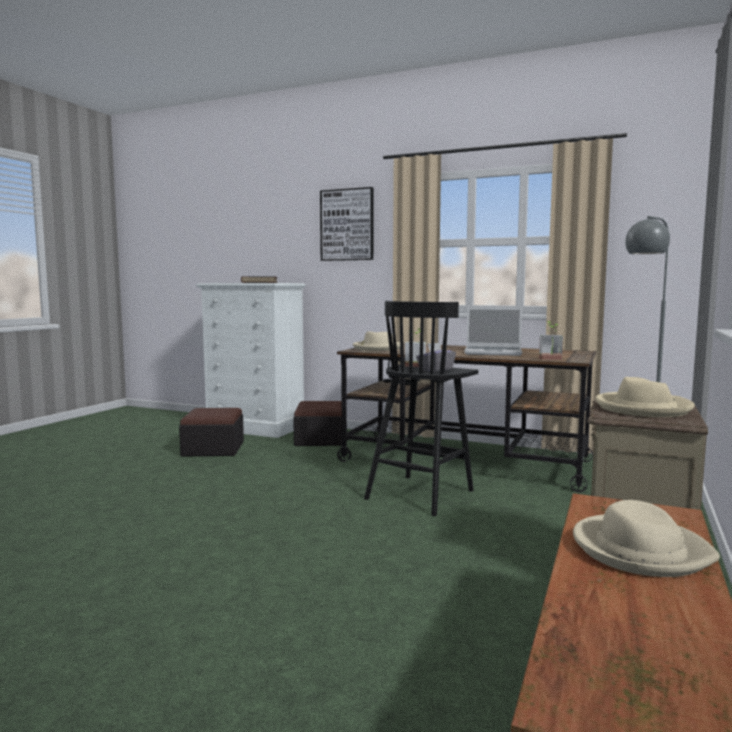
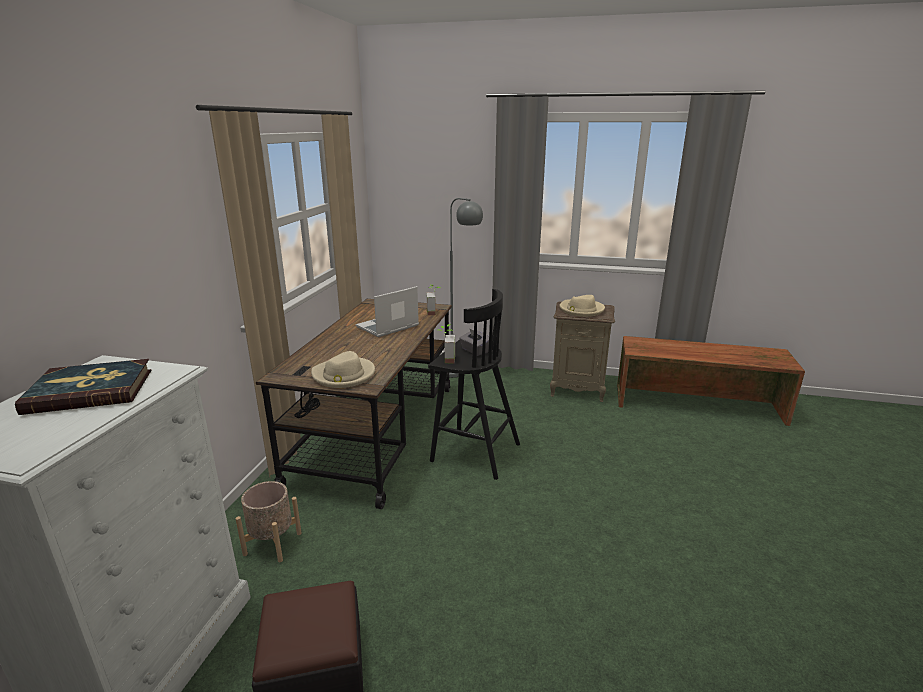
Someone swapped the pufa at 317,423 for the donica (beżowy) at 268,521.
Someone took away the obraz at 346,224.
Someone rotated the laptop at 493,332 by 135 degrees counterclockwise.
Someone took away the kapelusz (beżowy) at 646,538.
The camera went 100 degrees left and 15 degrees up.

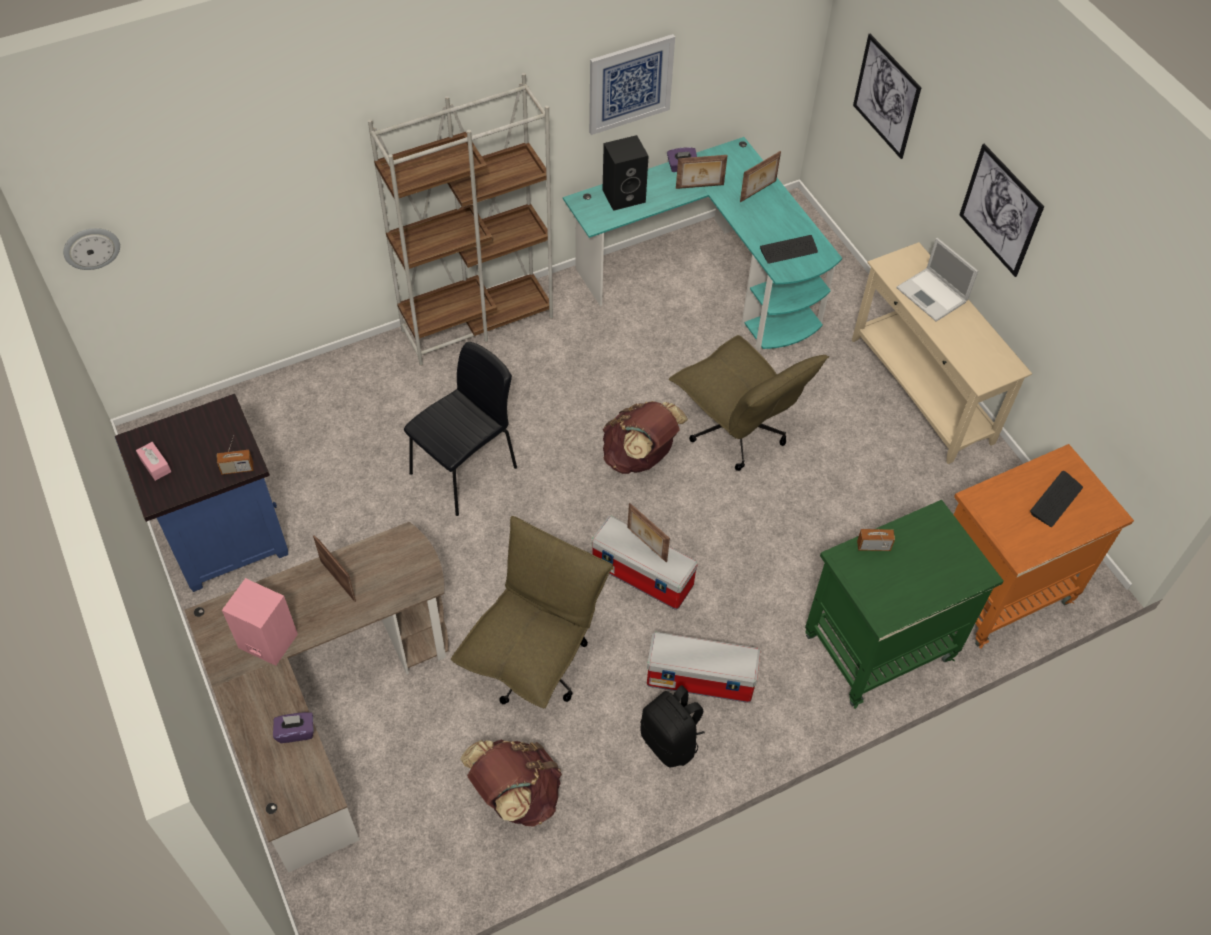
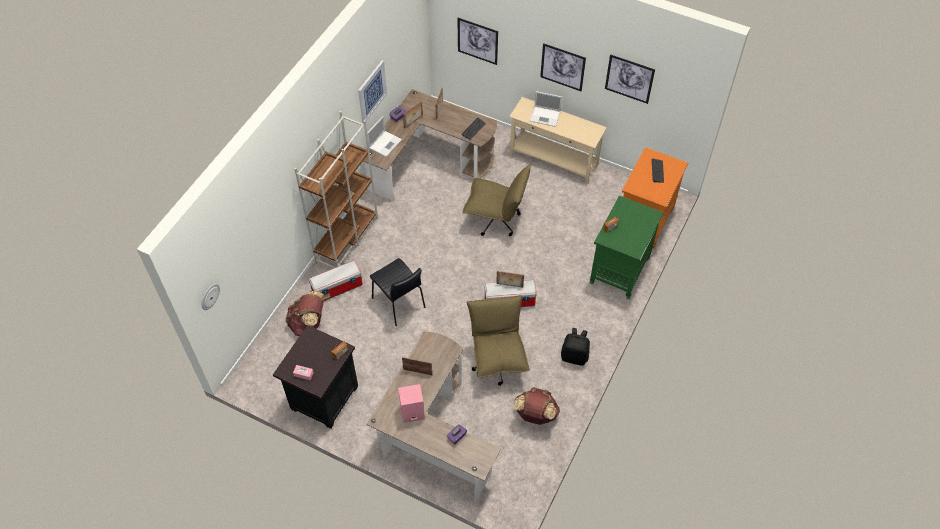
Someone repainted the szafka (niebieski) at 201,493, which became the szafka (czarny) at 315,377.
Someone rotated the krzesło (czarny) at 460,429 by 135 degrees clockwise.
Someone repainted the biurko (turkusowy) at 702,244, which became the biurko (brązowy) at 430,145.
Someone carried the plecak (brązowy) from 645,437 to 304,313.
Someone swapped the głośnik (czarny) at 626,173 for the laptop at 384,136.
Someone carried the pojemnik do przechowywania from 703,667 to 336,280.
Someone put up the obraz at 630,79.
The camera went 35 degrees left and 0 degrees up.

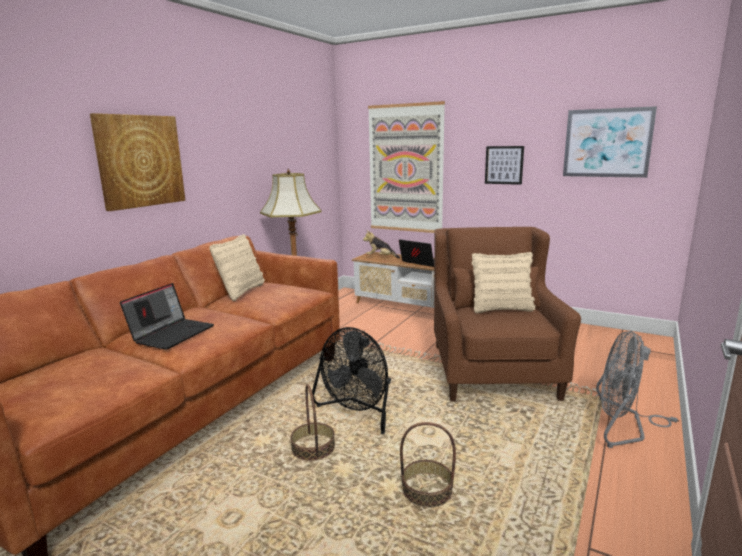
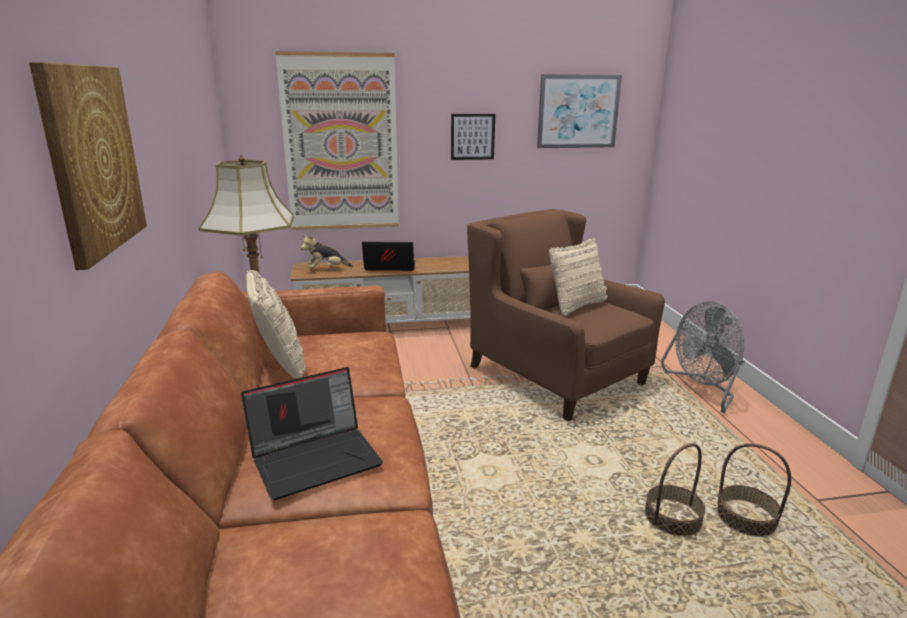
Someone rotated the laptop at 167,316 by 75 degrees clockwise.
Someone carried the koszyk from 312,422 to 754,490.
Someone took away the wentylator (czarny) at 351,380.
The camera went 40 degrees left and 5 degrees up.

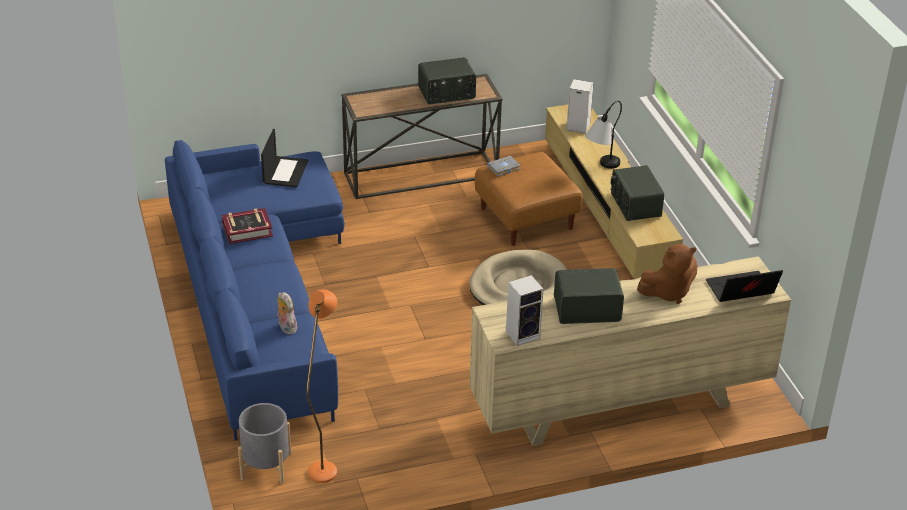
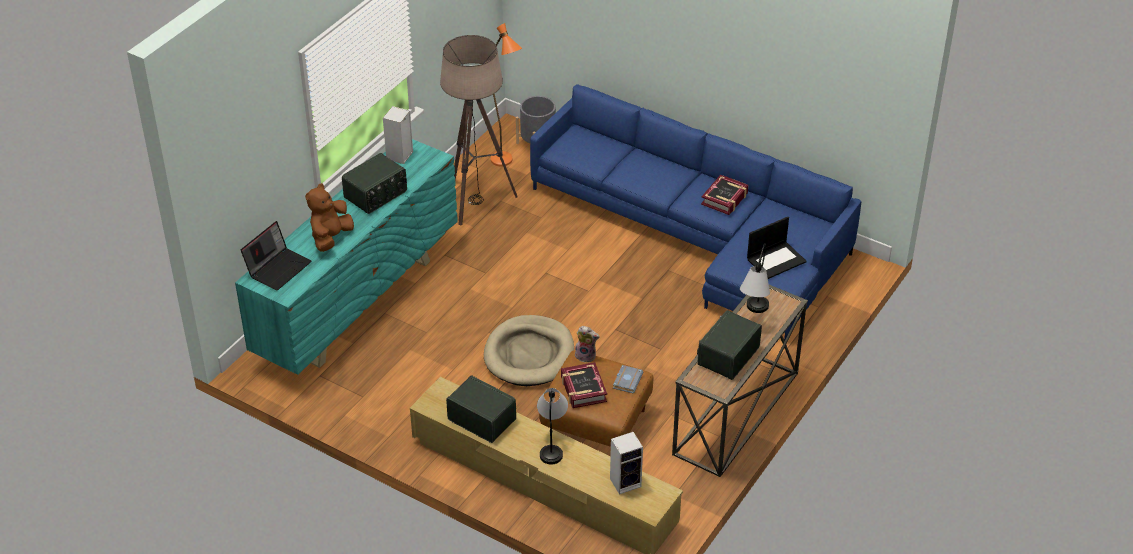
Someone rotated the laptop at 284,158 by 90 degrees counterclockwise.
Someone carried the pluszak from 286,313 to 587,344.
Someone repainted the szafka (beżowy) at 630,351, which became the szafka (turkusowy) at 346,257.
Someone put down the lampa stojąca at 479,130.
Someone put down the książka at 584,385.
Someone put down the lampa stołowa at 755,278.
The camera went 140 degrees right and 5 degrees up.

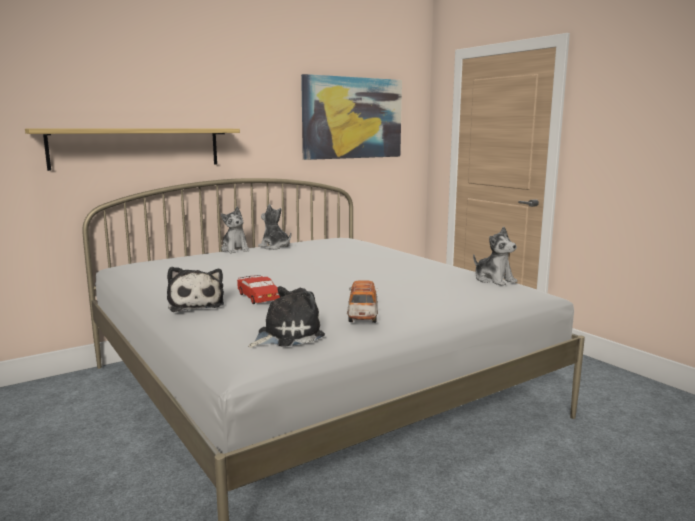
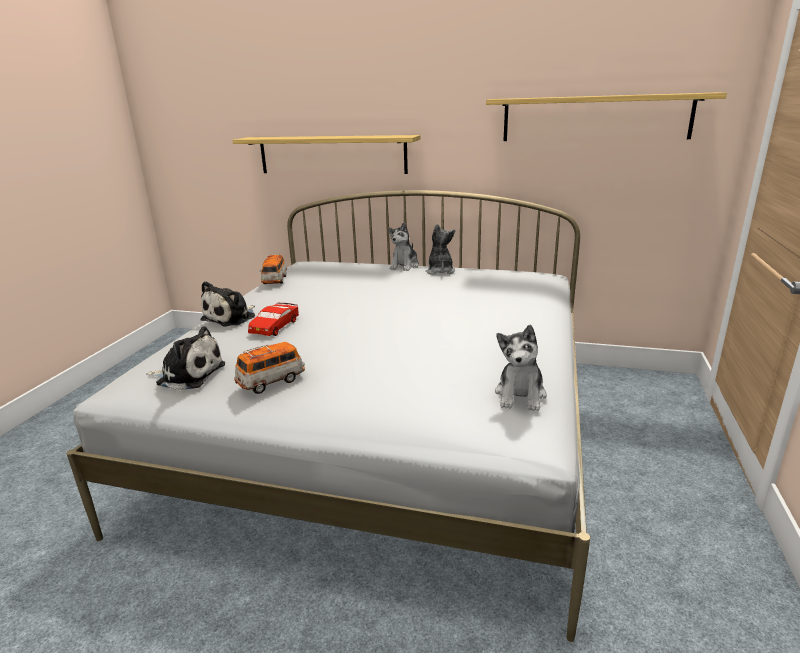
Someone swapped the obraz at 351,117 for the półka at 606,117.
Someone put down the samochodzik at 273,269.
The camera went 50 degrees right and 10 degrees up.

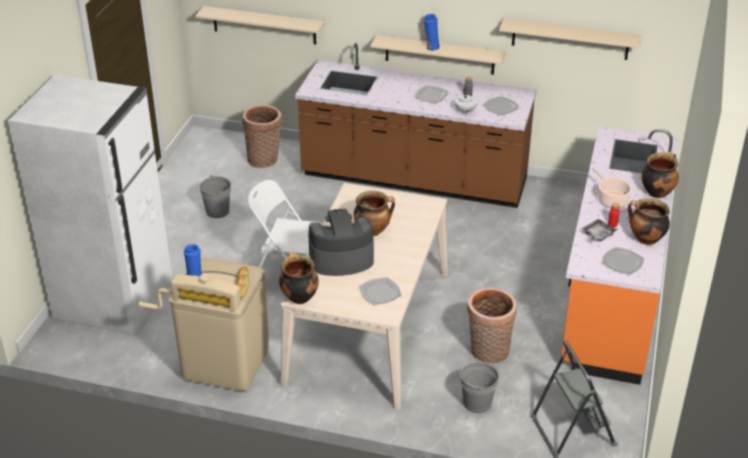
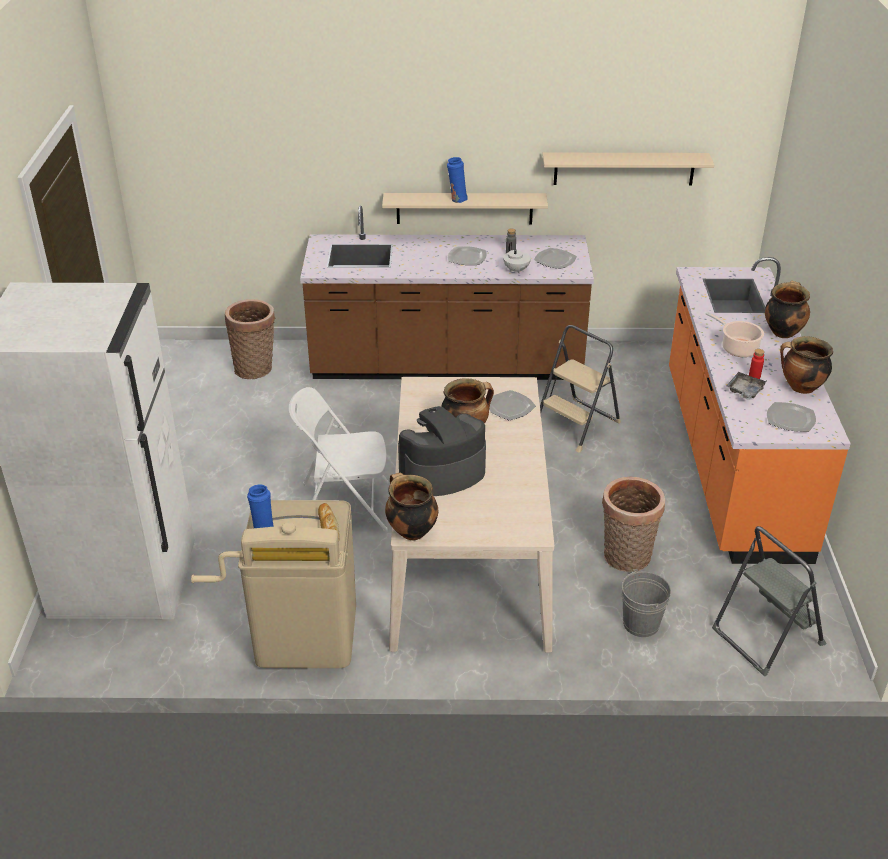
Someone took away the półka (beżowy) at 260,25.
Someone took away the wiadro (szary) at 215,196.
Someone carried the talerz from 380,290 to 512,405.
Someone put down the drabinka (beżowy) at 580,389.
The camera went 15 degrees left and 0 degrees up.

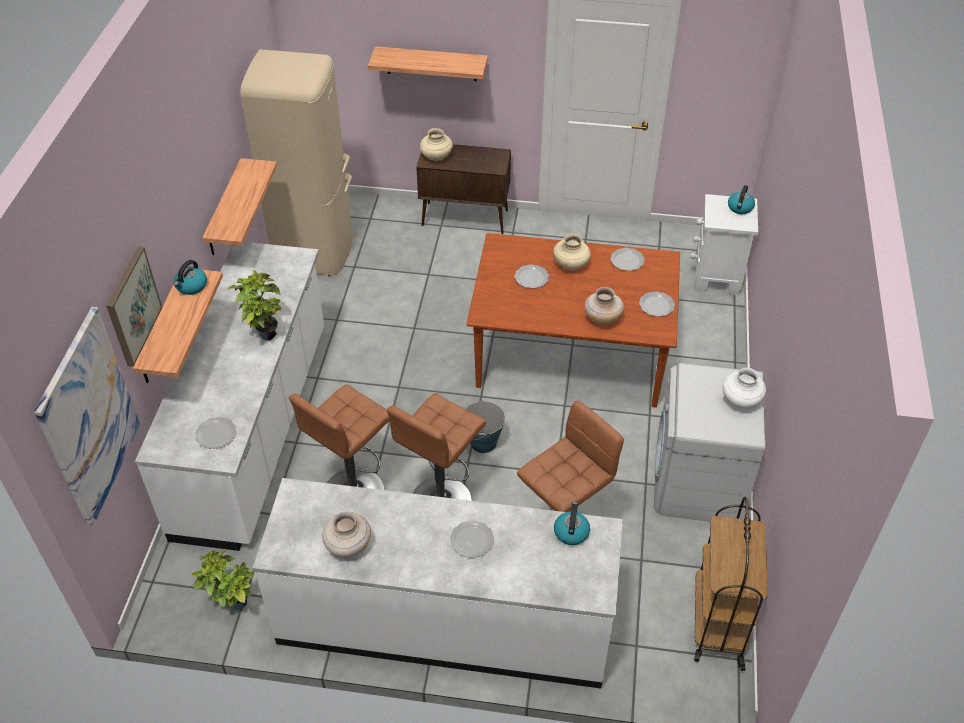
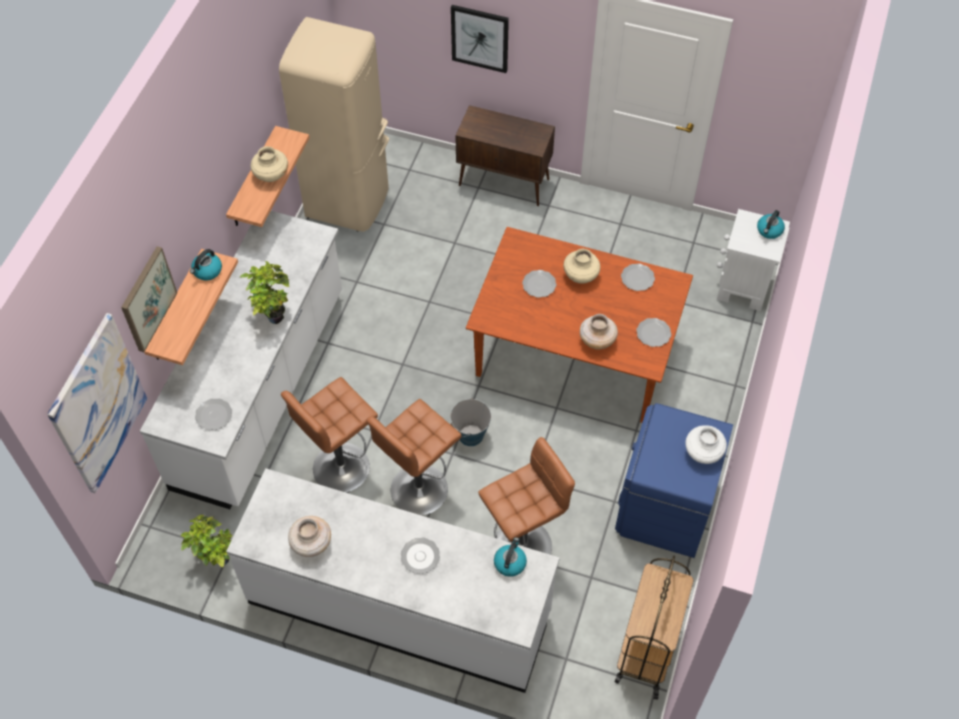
Someone swapped the półka at 428,63 for the obraz at 480,39.
Someone carried the wazon (beżowy) from 436,144 to 269,164.
Someone repainted the pralka (biały) at 709,442, which became the pralka (niebieski) at 674,480.
The camera went 10 degrees right and 10 degrees up.

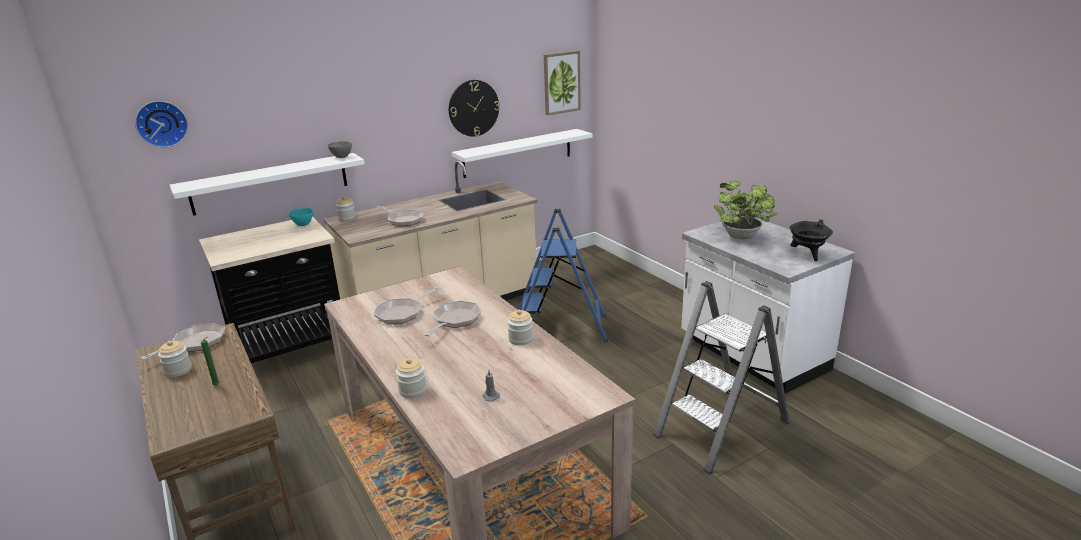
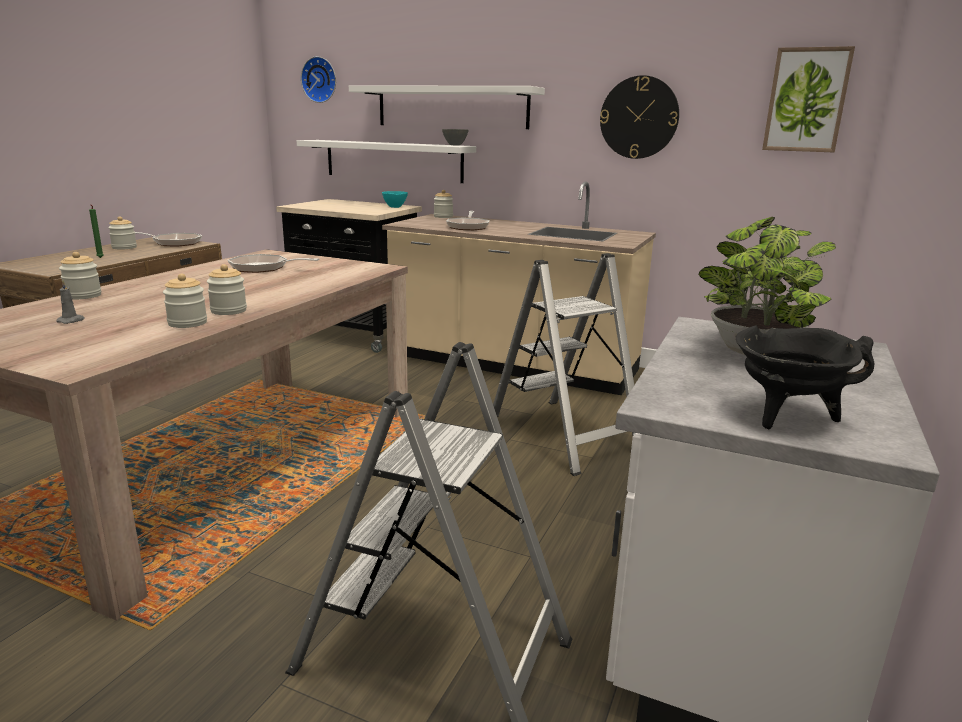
Someone took away the patelnia at 453,318.
Someone carried the półka (biały) from 521,153 to 447,107.
Someone repainted the drabinka (niebieski) at 563,275, which became the drabinka (szary) at 563,364.
Someone put down the słoik at 185,301.
The camera went 55 degrees right and 5 degrees down.

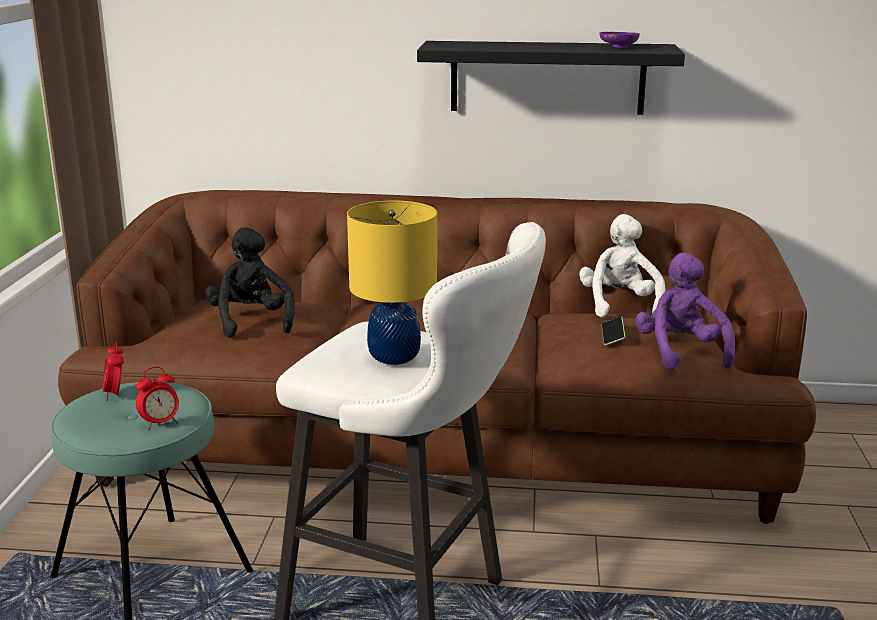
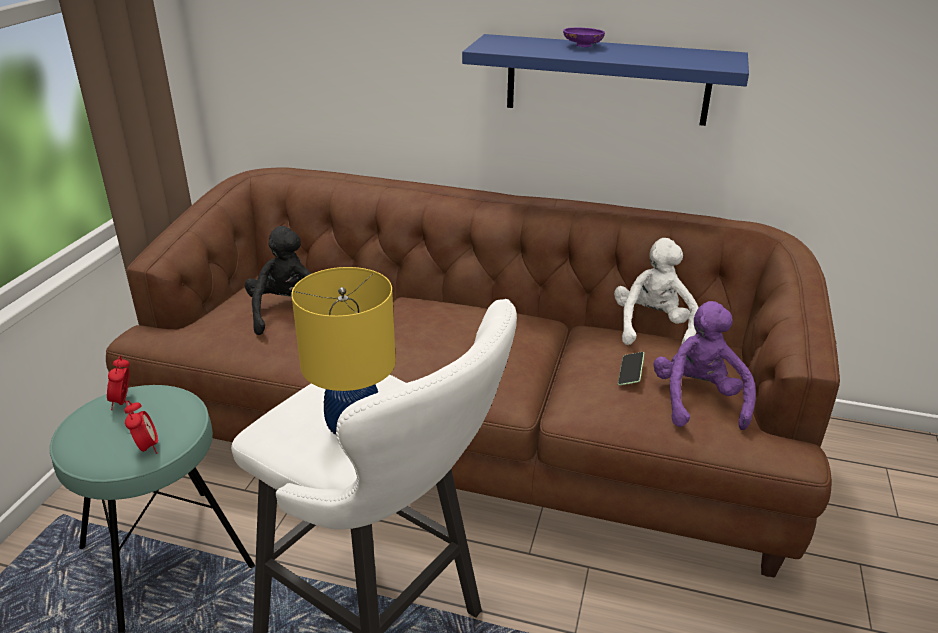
Someone rotated the budzik at 157,398 by 90 degrees counterclockwise.
Someone repainted the półka (czarny) at 551,78, which became the półka (niebieski) at 605,80.
Someone carried the miska (fioletowy) from 619,40 to 584,37.
The camera went 10 degrees right and 10 degrees up.

